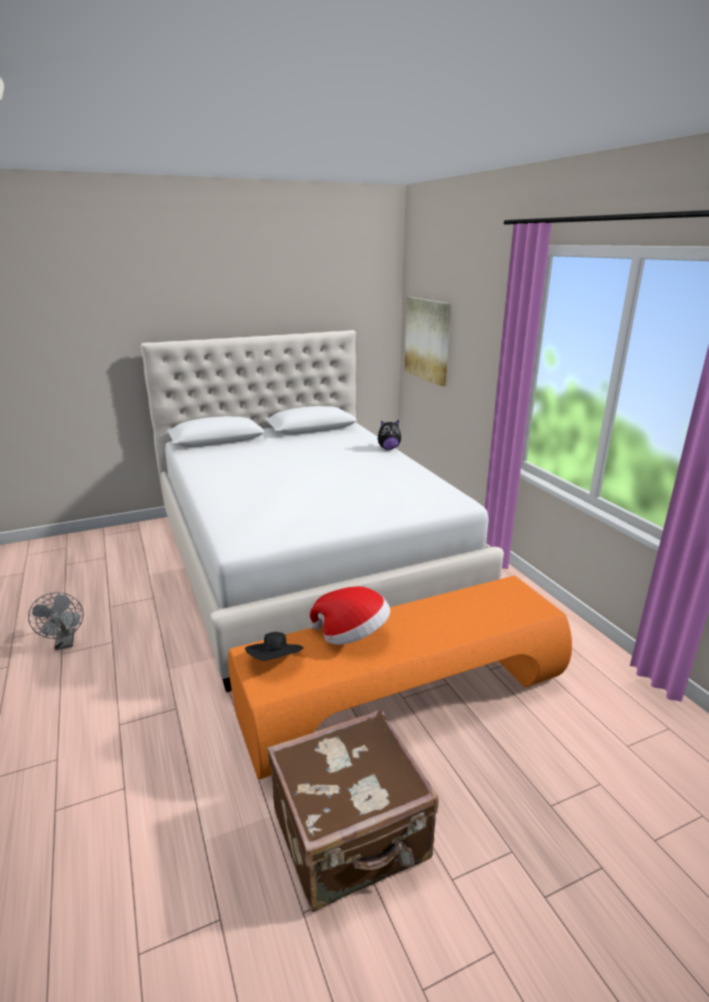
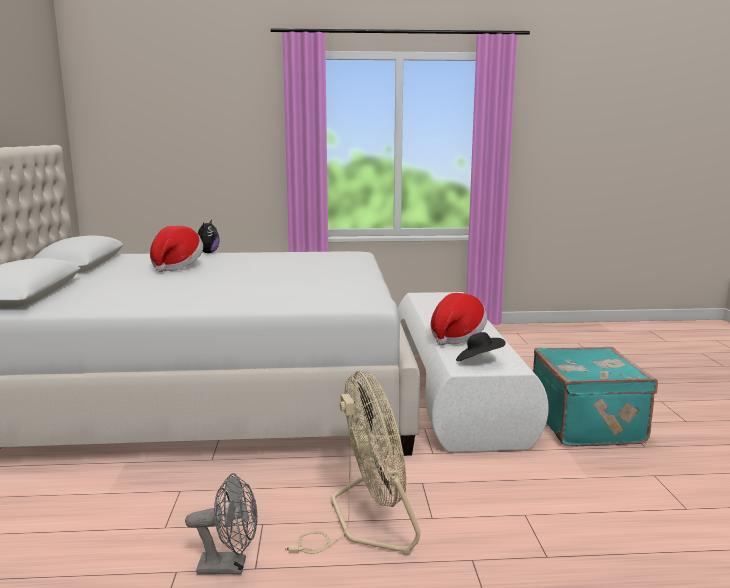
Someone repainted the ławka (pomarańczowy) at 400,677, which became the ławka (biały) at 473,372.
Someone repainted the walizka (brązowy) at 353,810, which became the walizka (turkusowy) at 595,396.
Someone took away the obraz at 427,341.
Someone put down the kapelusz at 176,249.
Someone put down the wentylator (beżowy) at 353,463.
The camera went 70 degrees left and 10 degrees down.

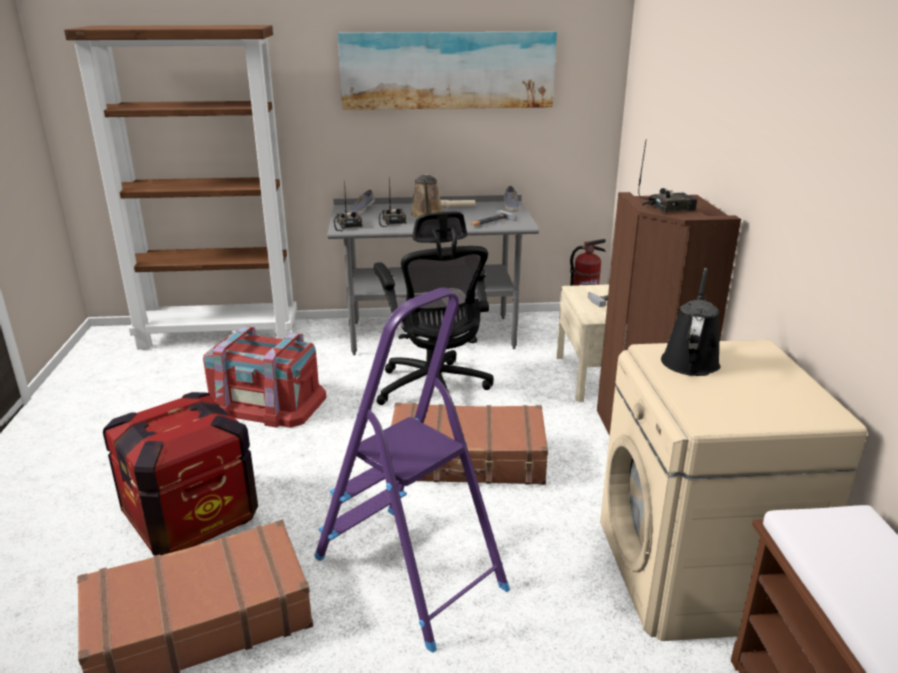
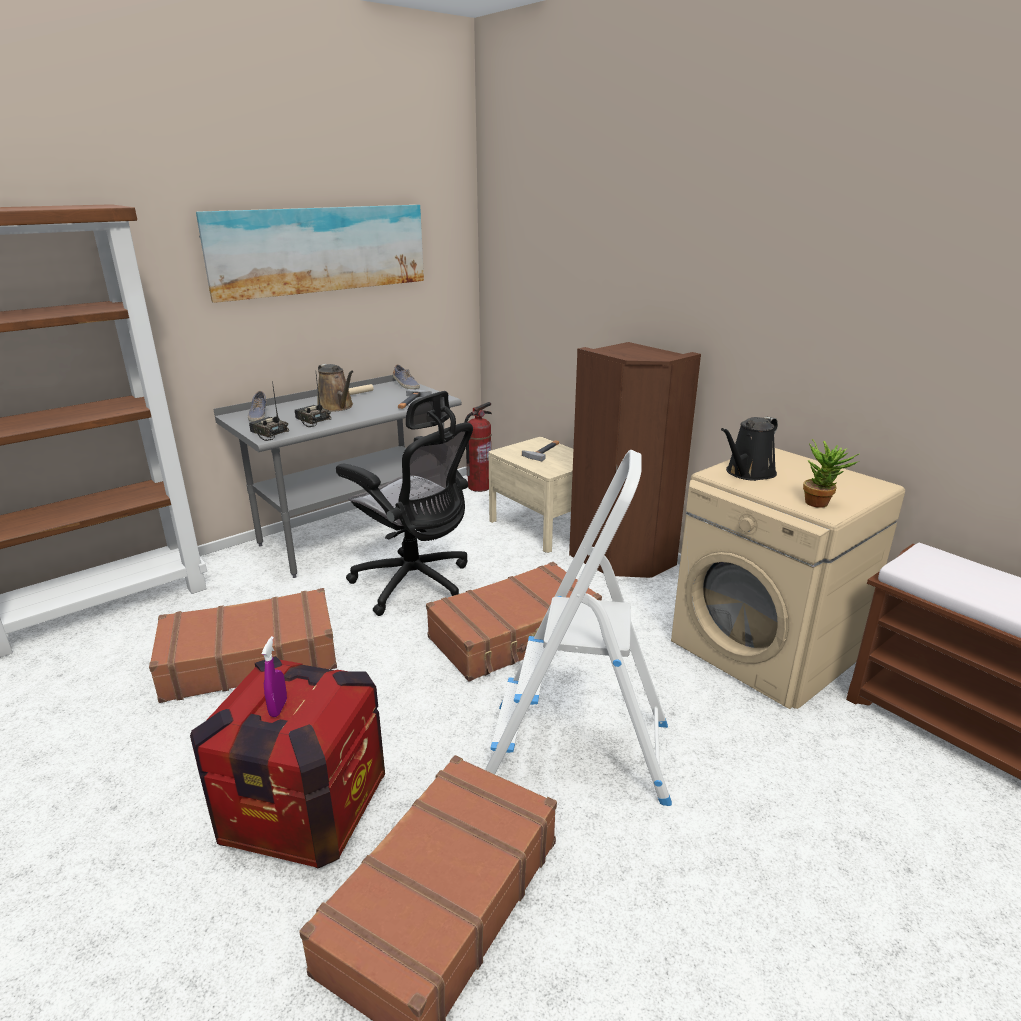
Someone swapped the pojemnik do przechowywania (czerwony) at 265,377 for the walizka (brązowy) at 243,645.
Someone repainted the drabinka (fioletowy) at 412,470, which became the drabinka (biały) at 578,628.
Someone took away the radio at 667,176.
Someone rotated the konewka (czarny) at 690,322 by 120 degrees counterclockwise.
Someone put down the spryskiwacz (fioletowy) at 274,676.
Someone put down the roślina doniczkowa at 831,473.
The camera went 35 degrees left and 0 degrees up.

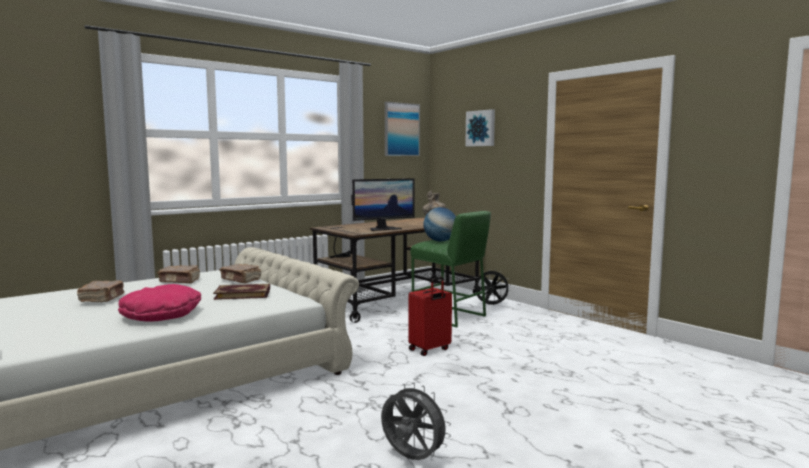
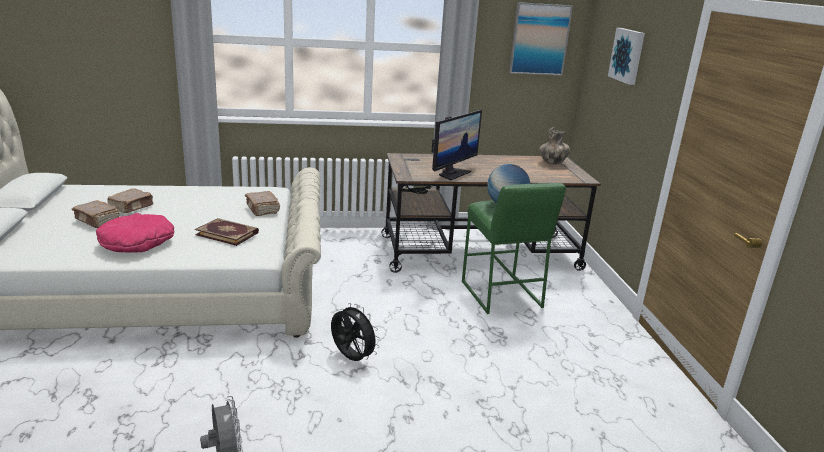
Someone carried the książka (brązowy) from 178,274 to 96,214.
Someone rotated the monitor at 383,204 by 60 degrees counterclockwise.
Someone took away the walizka (czerwony) at 430,316.
Someone carried the wentylator (czarny) from 492,287 to 355,332.
The camera went 30 degrees right and 15 degrees up.

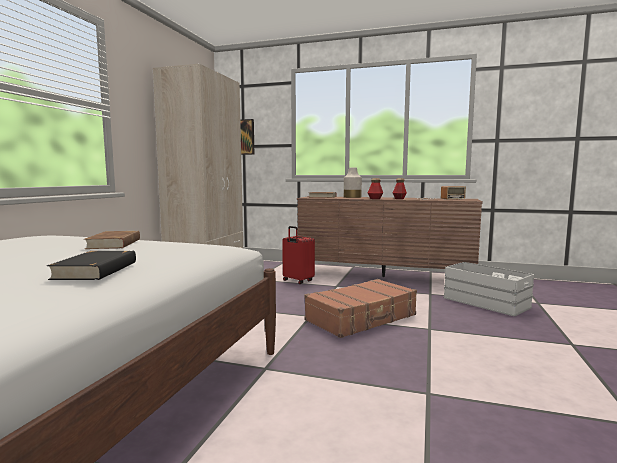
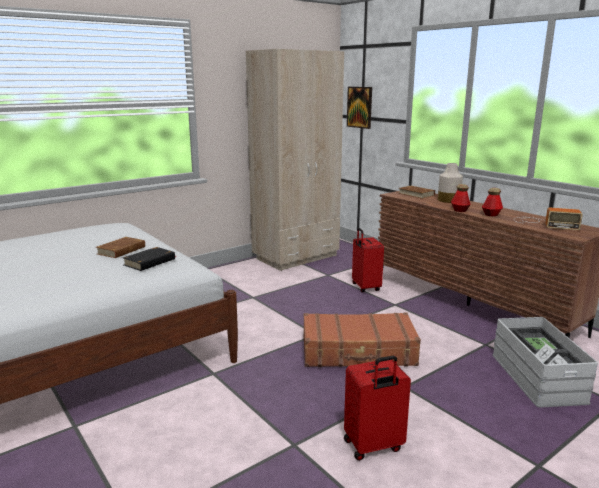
Someone carried the książka (czarny) from 91,265 to 149,259.
Someone put down the walizka (czerwony) at 377,408.
The camera went 35 degrees right and 10 degrees up.

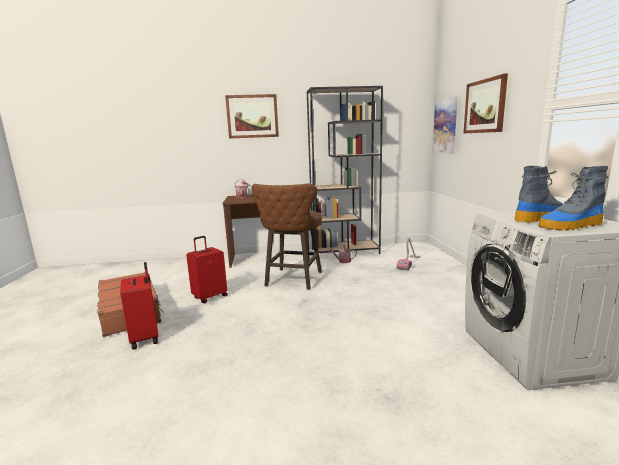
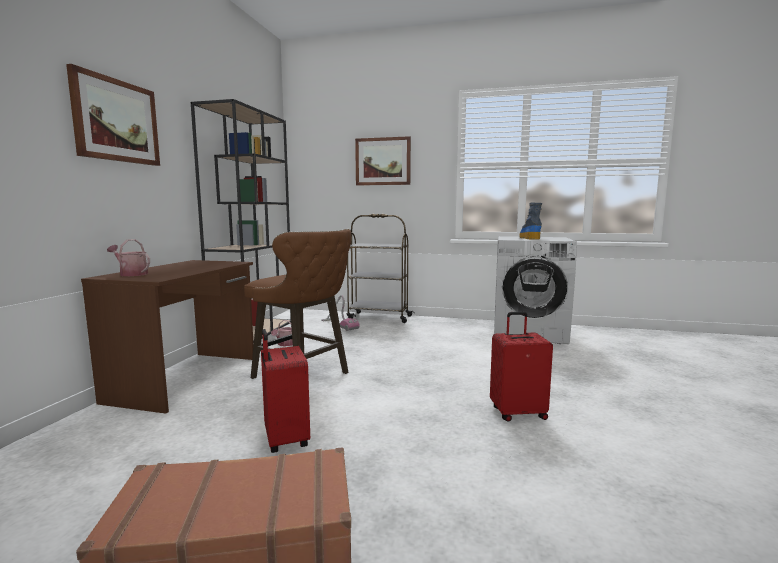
Someone carried the walizka (czerwony) from 139,305 to 521,367.
Someone took away the obraz at 445,125.
Someone took away the but z cholewką at 573,198.
Someone put down the wózek (szary) at 380,268.
The camera went 70 degrees left and 5 degrees down.

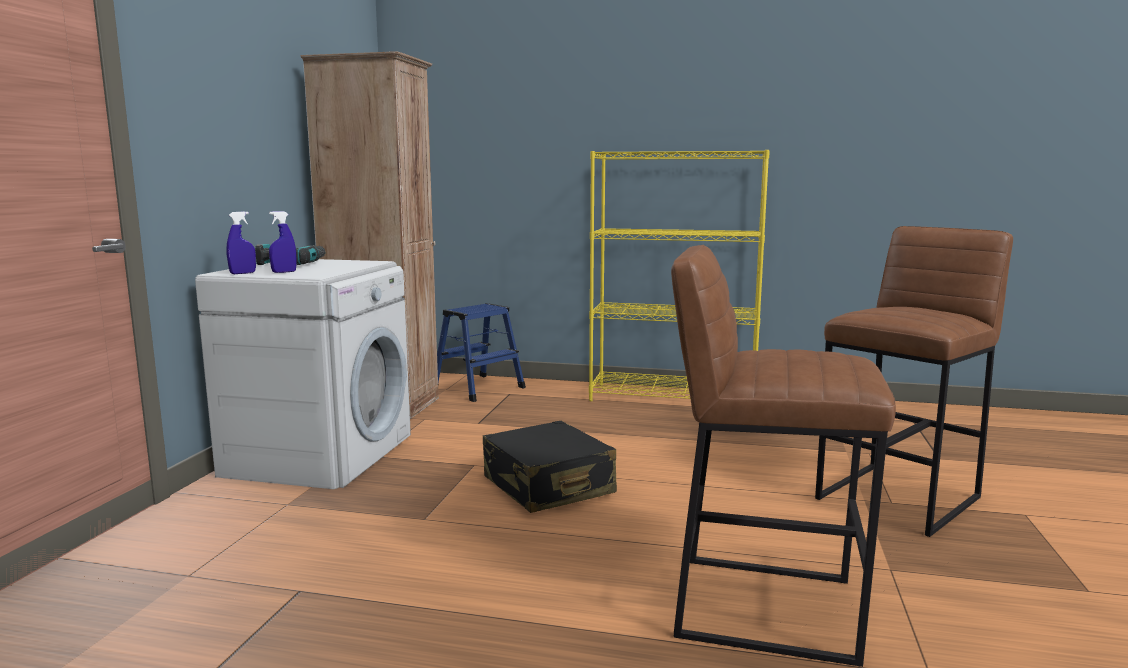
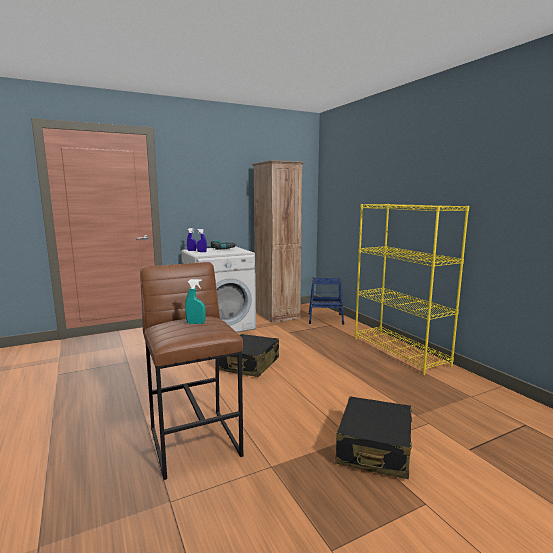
Someone swapped the stołek (brązowy) at 914,381 for the walizka (czarny) at 374,437.
Someone put down the spryskiwacz (turkusowy) at 195,301.
The camera went 50 degrees right and 0 degrees up.

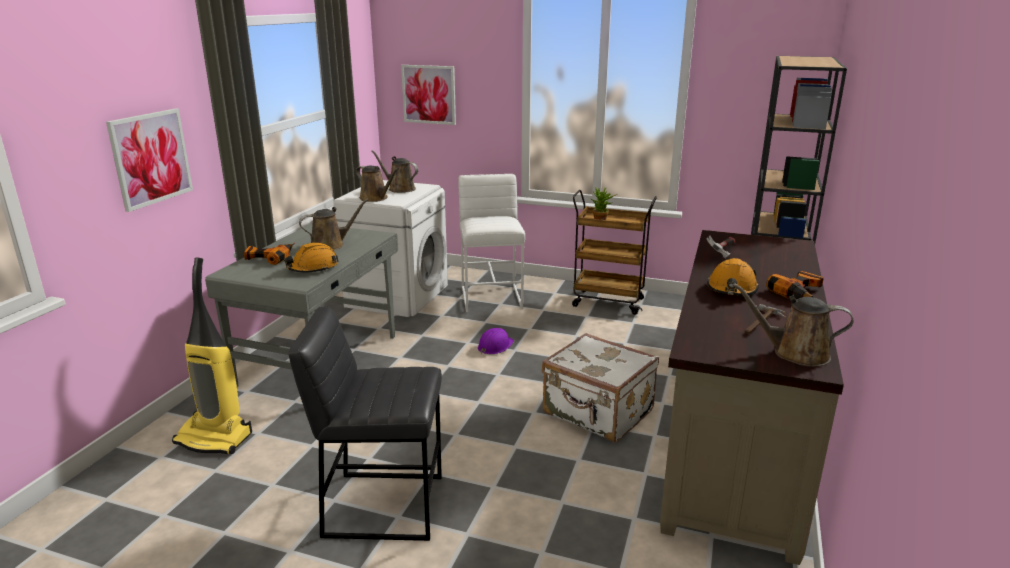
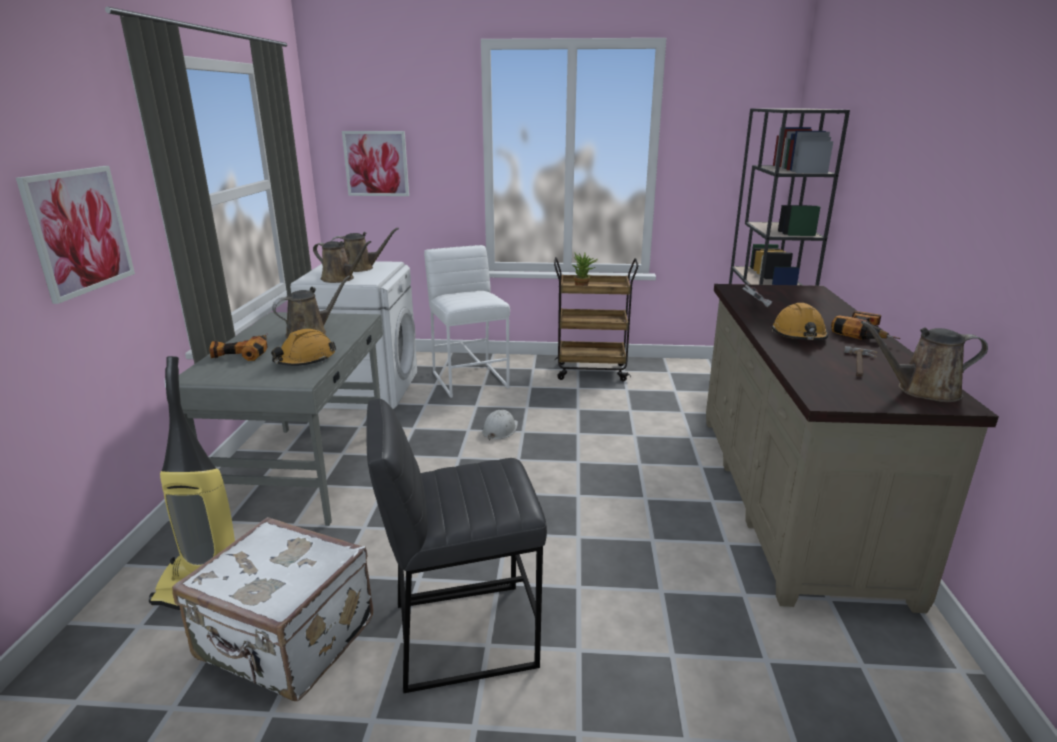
Someone rotated the konewka (brązowy) at 394,171 by 150 degrees clockwise.
Someone repainted the kask (fioletowy) at 496,341, which became the kask (biały) at 500,425.
Someone carried the walizka (biały) from 600,387 to 272,609.
The camera went 15 degrees left and 0 degrees up.

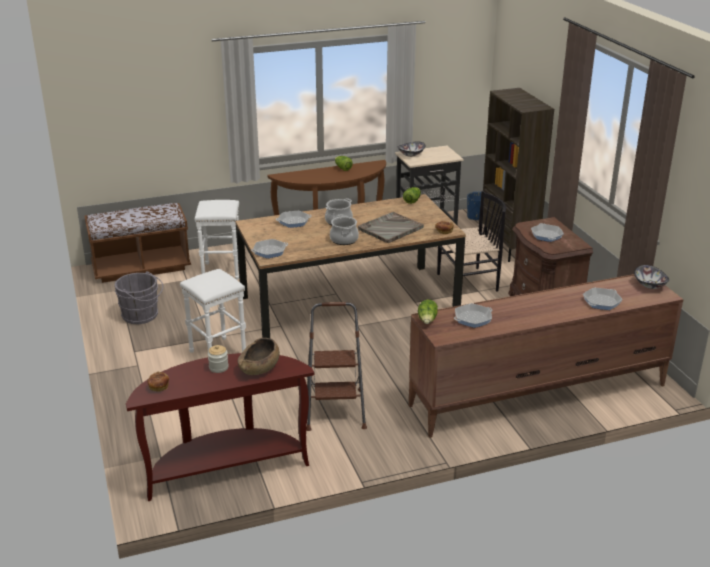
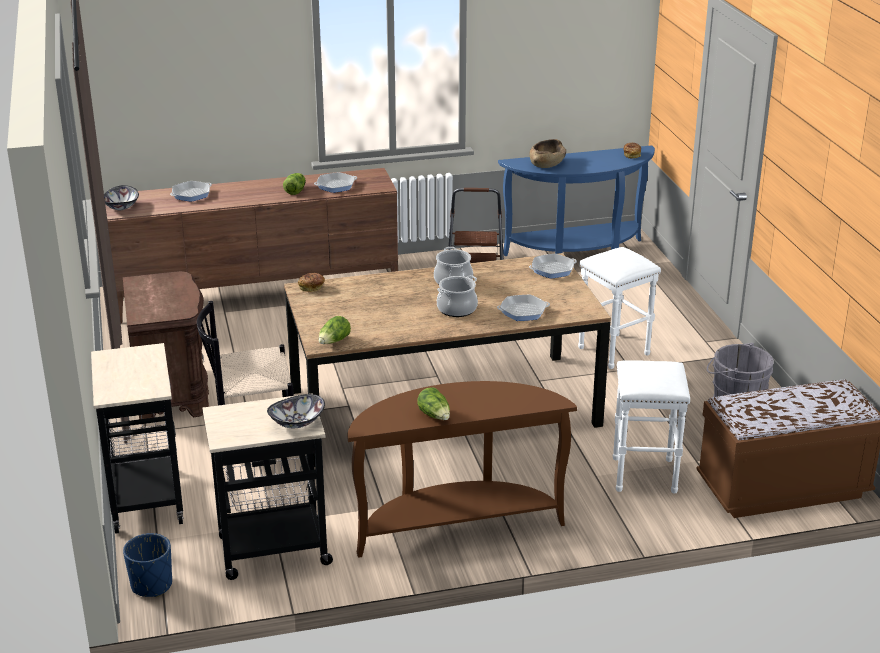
Someone repainted the stolik konsolowy (brązowy) at 220,427, which became the stolik konsolowy (niebieski) at 576,200.
Someone took away the słoik at 218,359.
Someone took away the taca (szary) at 391,228.
Someone carried the sałata from 428,312 to 294,184.
Someone swapped the regał (brązowy) at 518,175 for the wózek at 137,438.
Someone took away the patelnia at 547,232.
The camera went 175 degrees left and 0 degrees up.

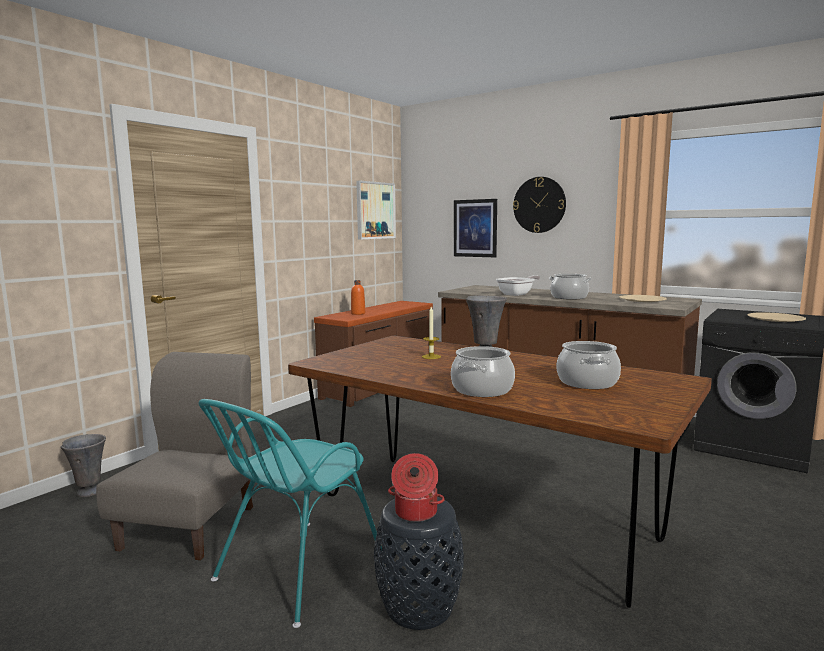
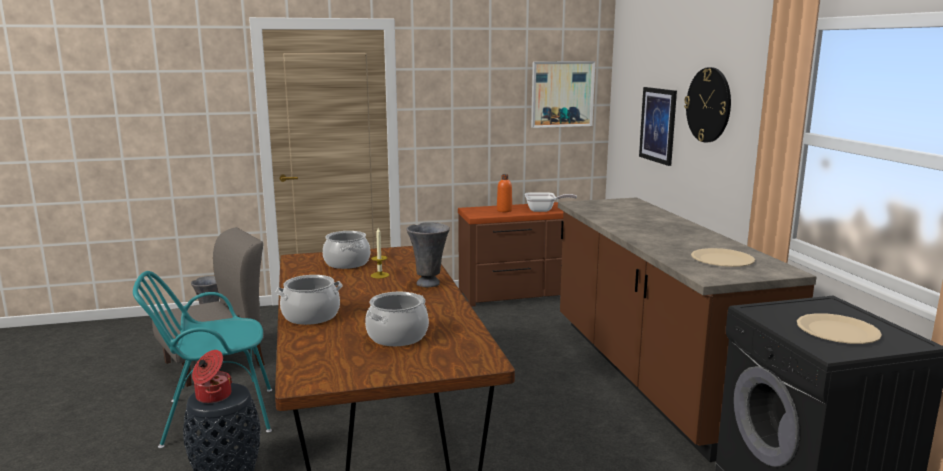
Someone carried the patelnia from 518,285 to 551,202.
Someone carried the garnek from 570,287 to 346,250.
The camera went 40 degrees right and 5 degrees up.

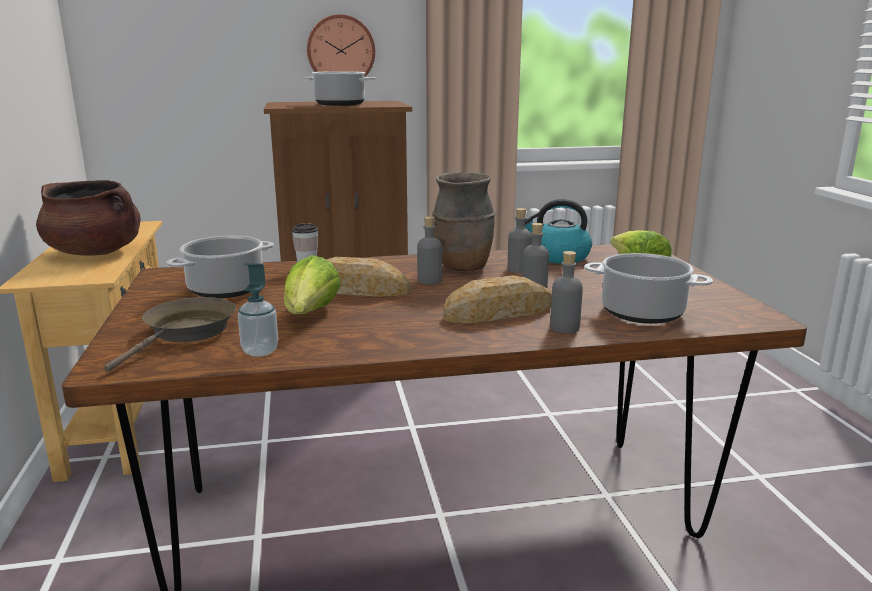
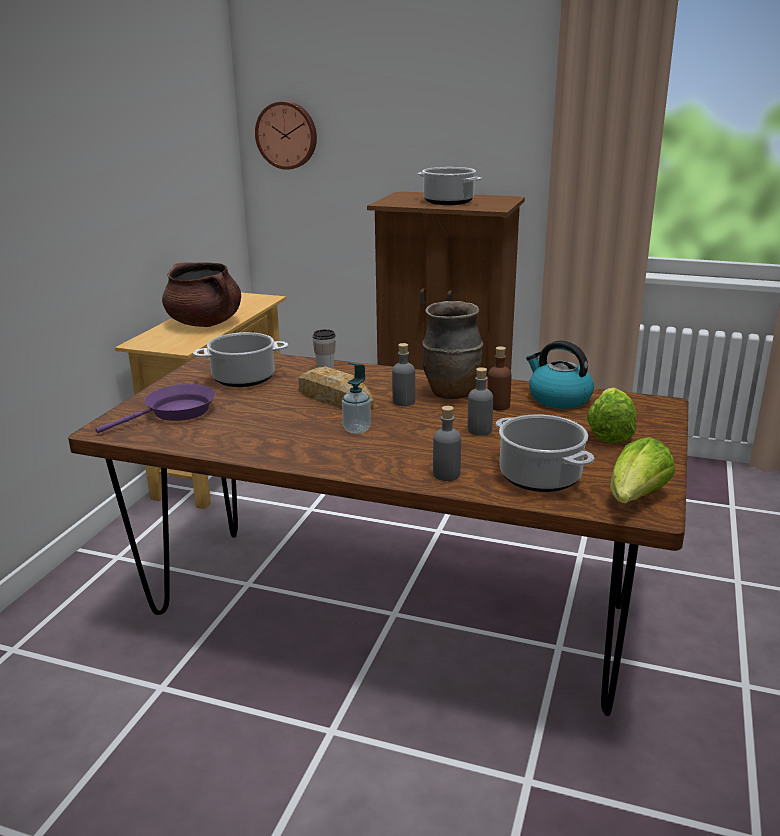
Someone repainted the patelnia (brązowy) at 170,334, which became the patelnia (fioletowy) at 155,408.
Someone carried the dozownik mydła from 258,310 to 356,398.
Someone carried the sałata from 312,284 to 642,470.
Someone carried the zegar ścienny from 341,46 to 286,135.
Someone took away the chleb at 497,299.
Someone repainted the butelka (szary) at 520,240, which became the butelka (brązowy) at 499,378.
The camera went 30 degrees right and 5 degrees up.

